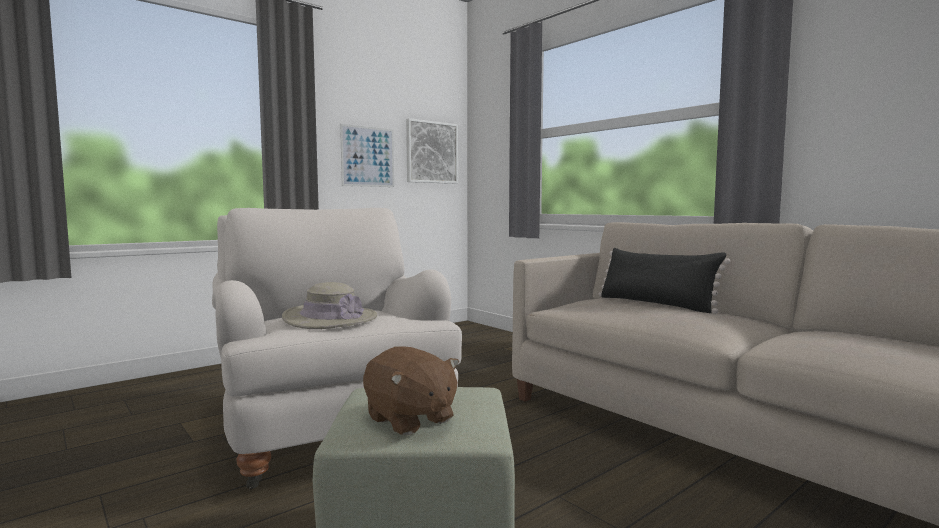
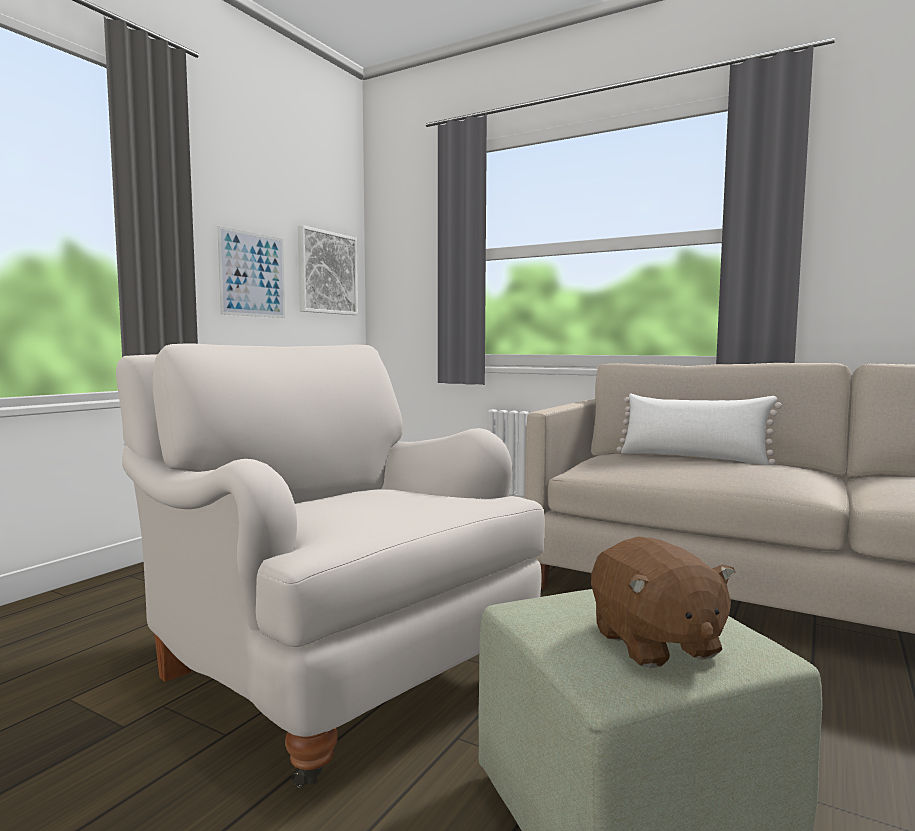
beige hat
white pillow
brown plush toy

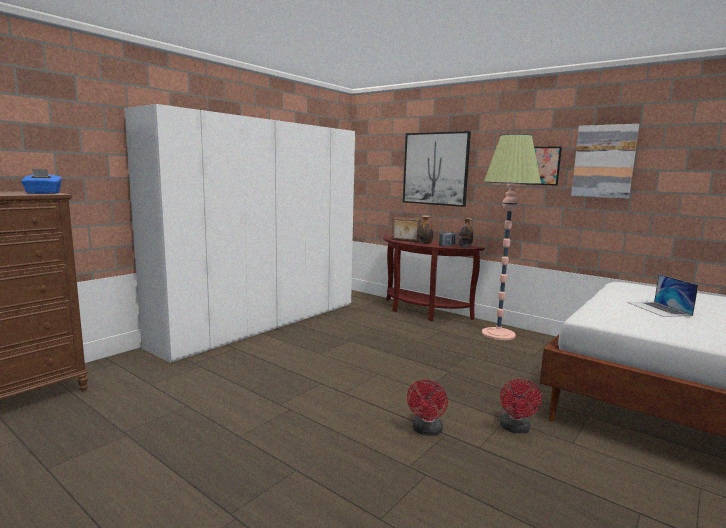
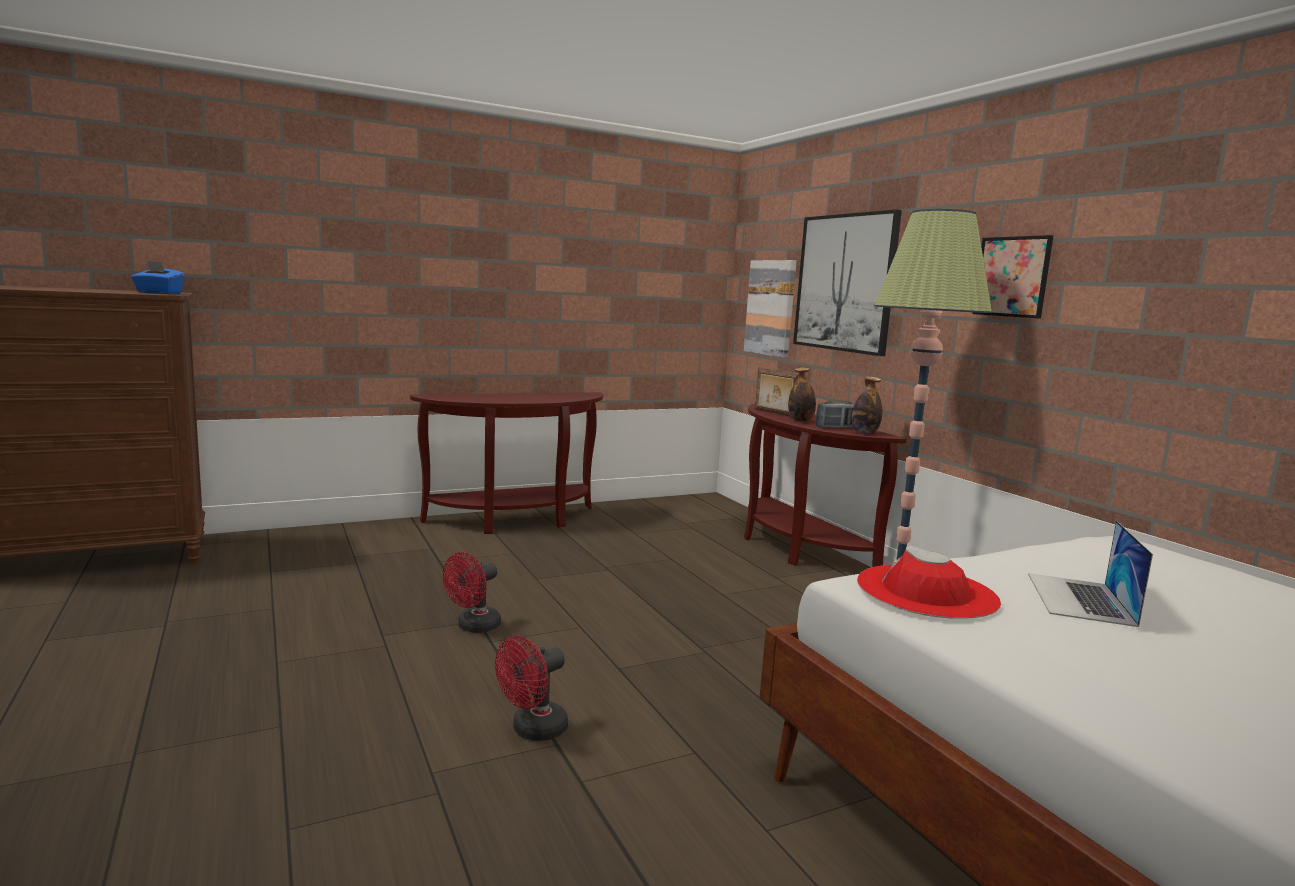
red hat
red fan (no. 1 from left)
picture (no. 1 from left)
brown console table (no. 1 from left)

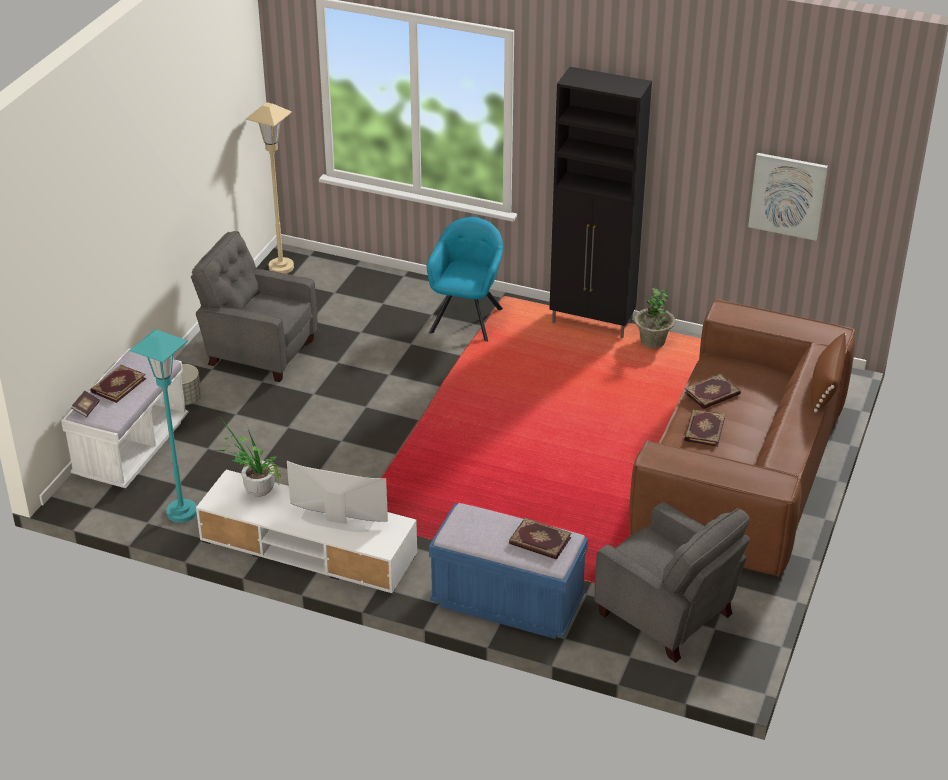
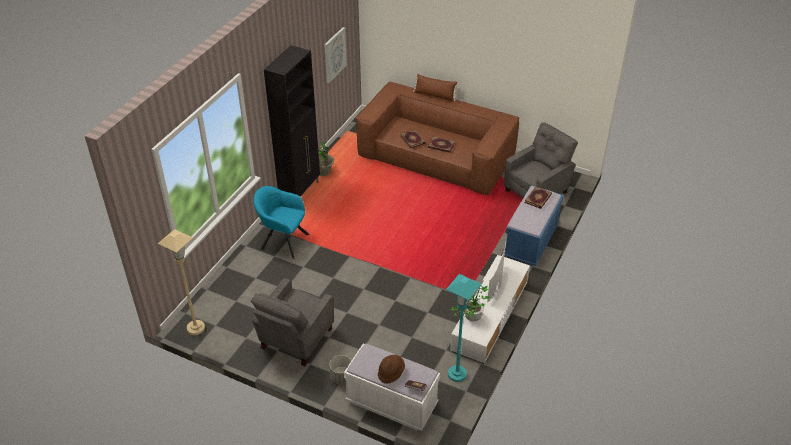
brown hat

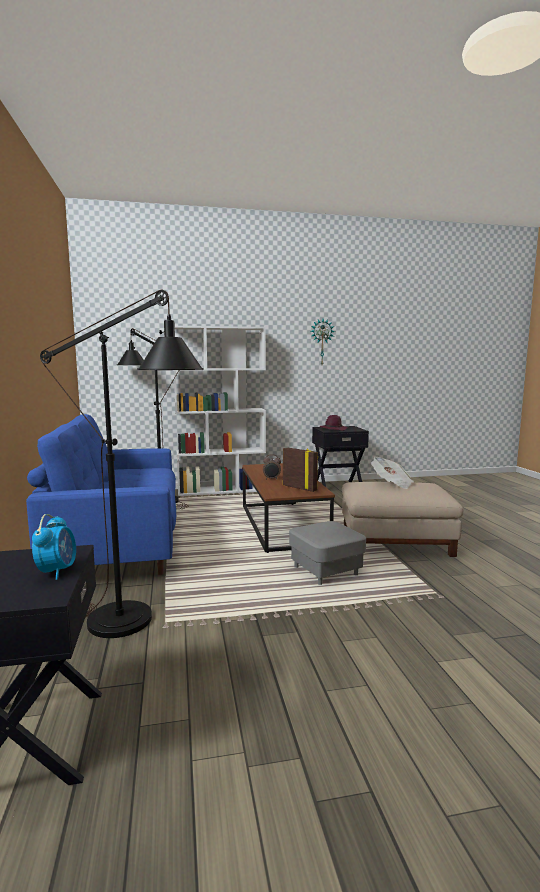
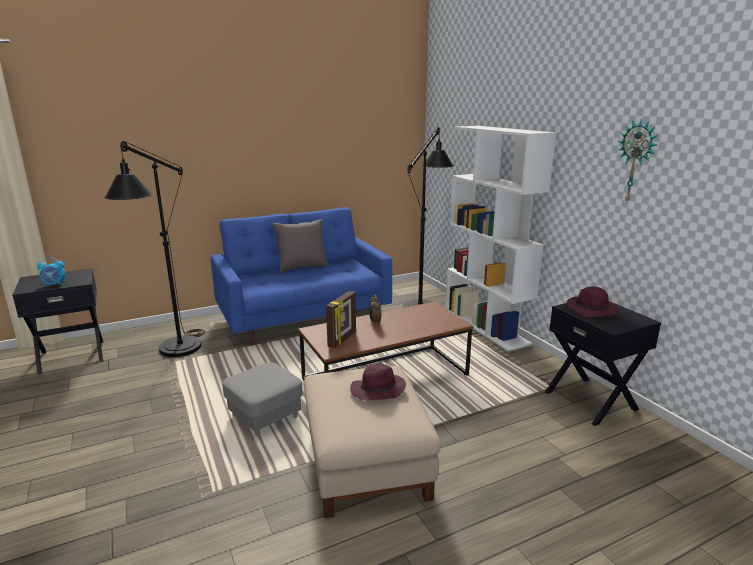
grey pillow
purple hat (no. 1 from left)

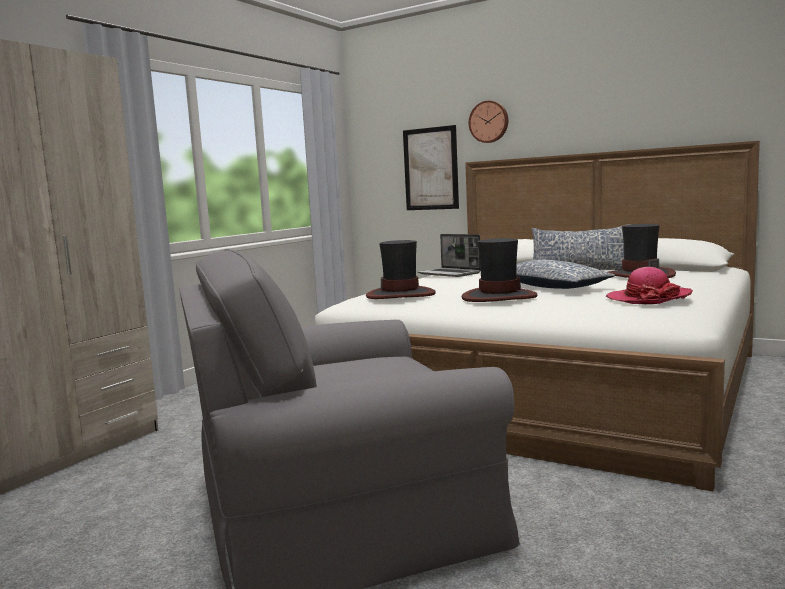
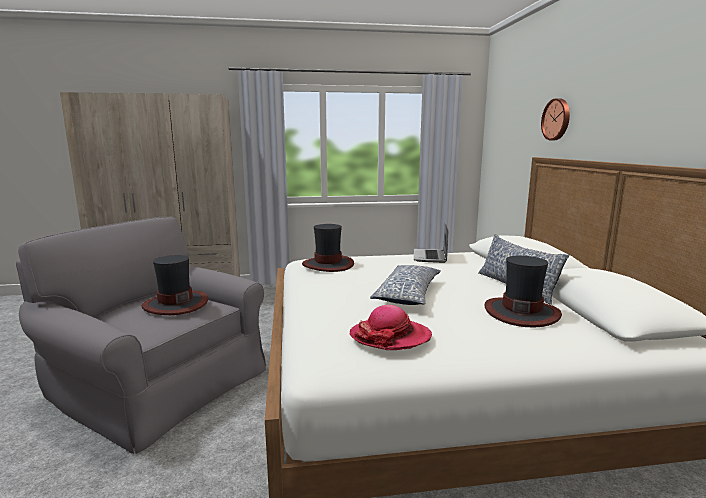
picture
hat (no. 1 from left)

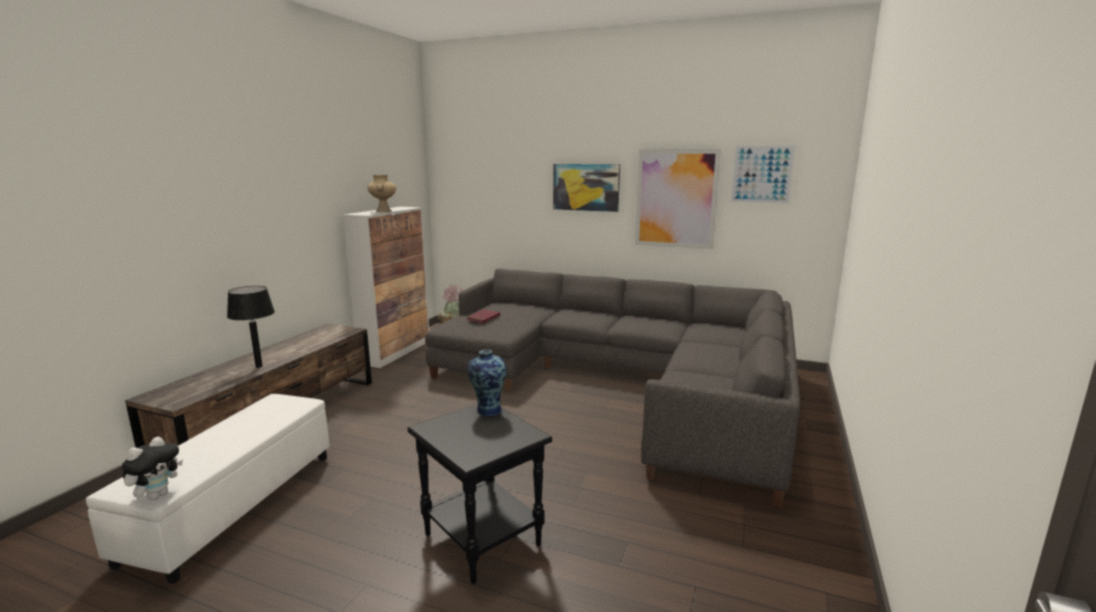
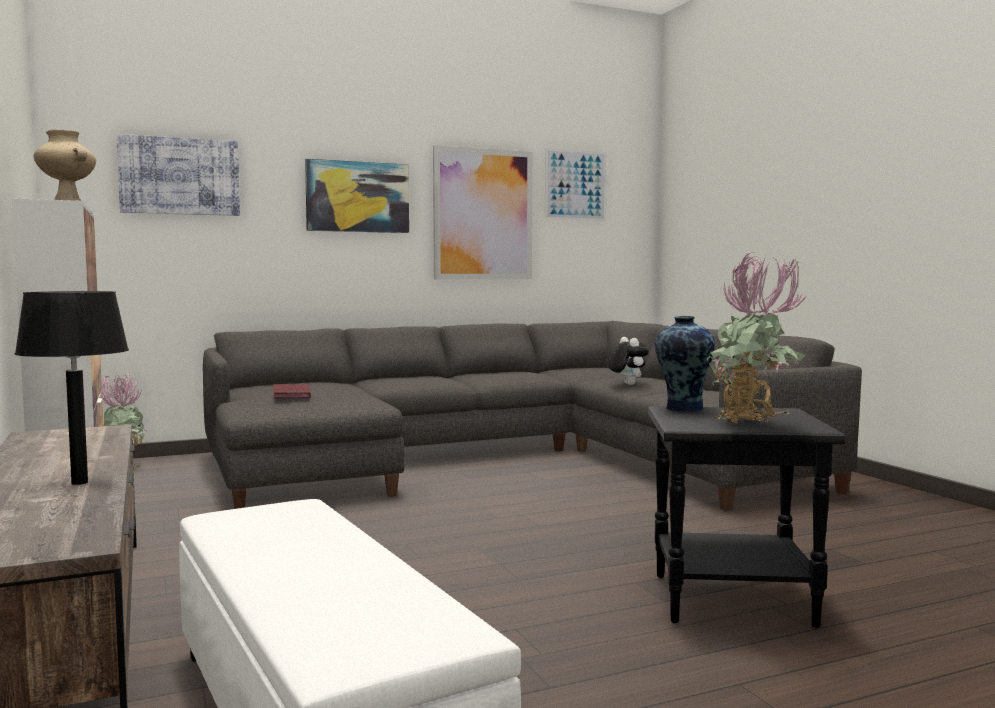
picture (no. 1 from left)
potted plant (no. 2 from left)
plush toy

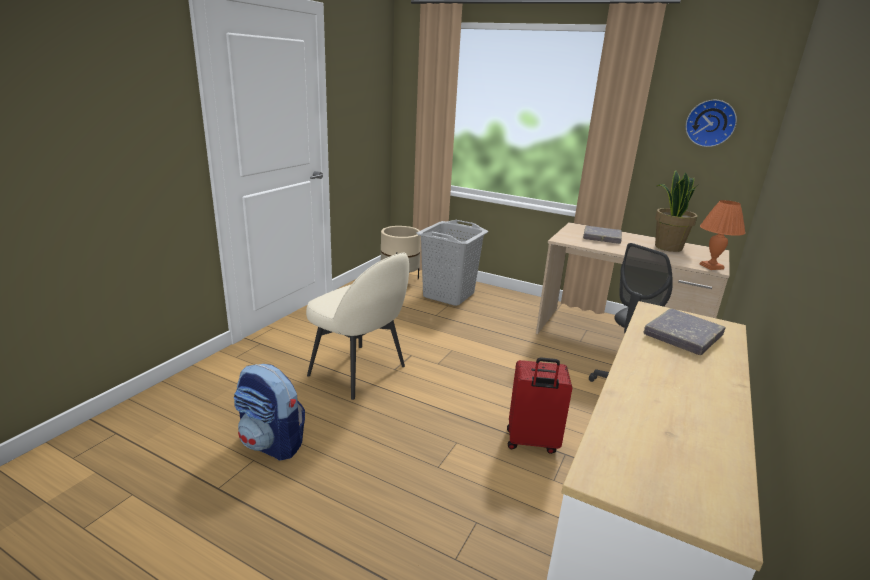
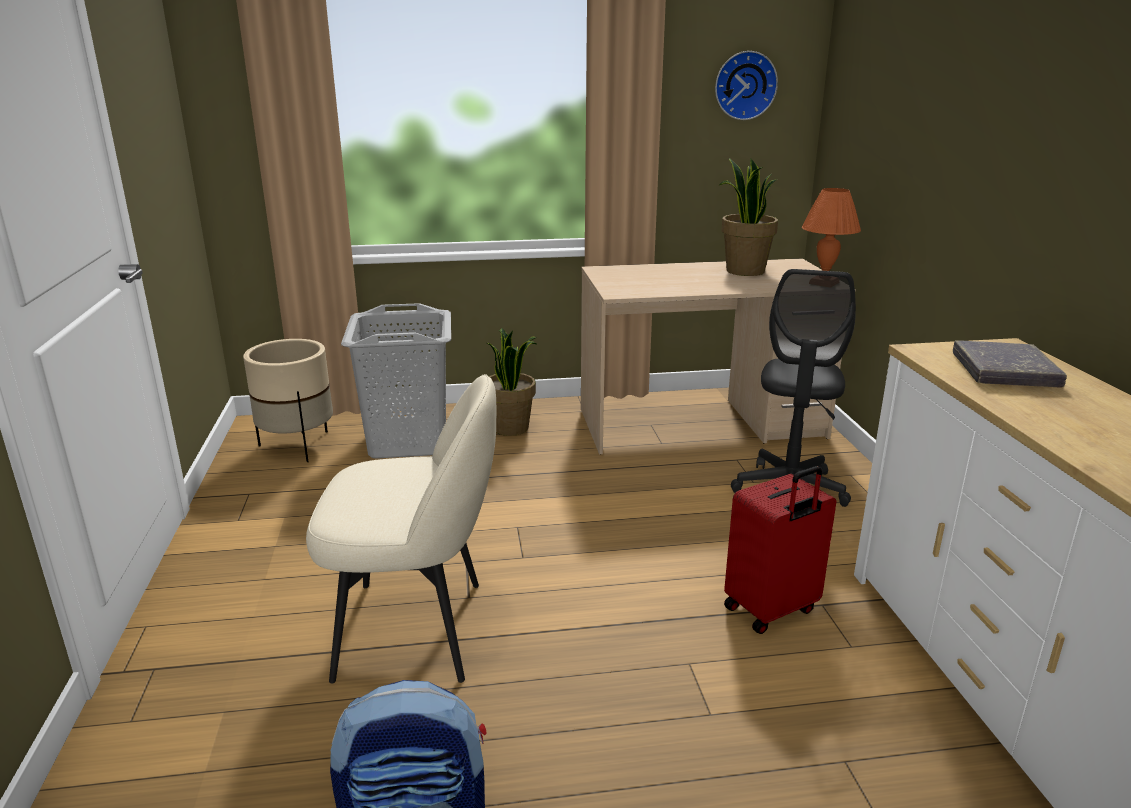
grey book (no. 1 from left in the first image)
potted plant (no. 1 from left)

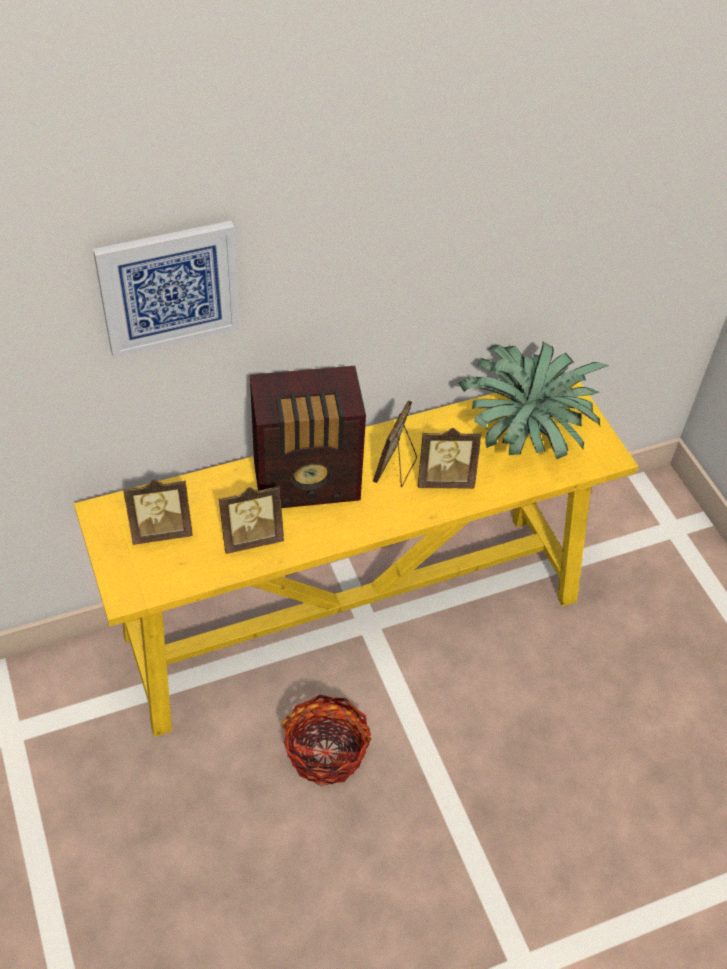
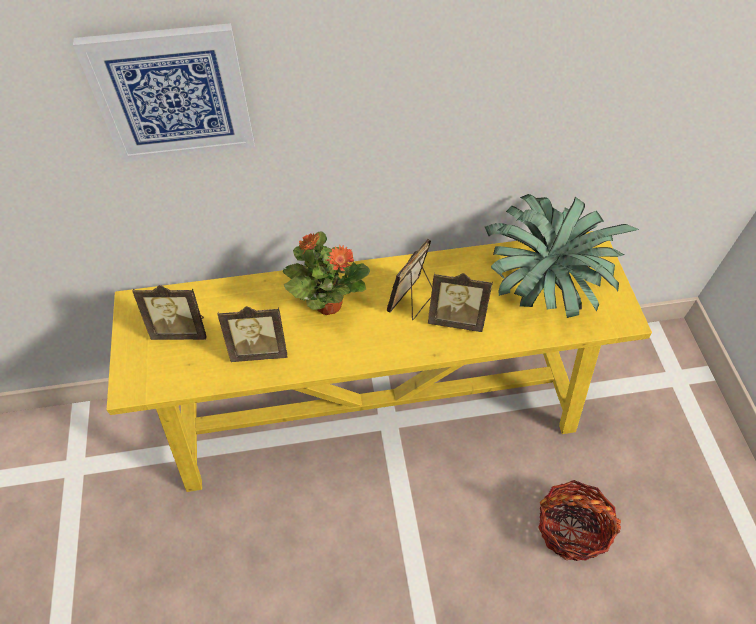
basket
potted plant (no. 1 from left)

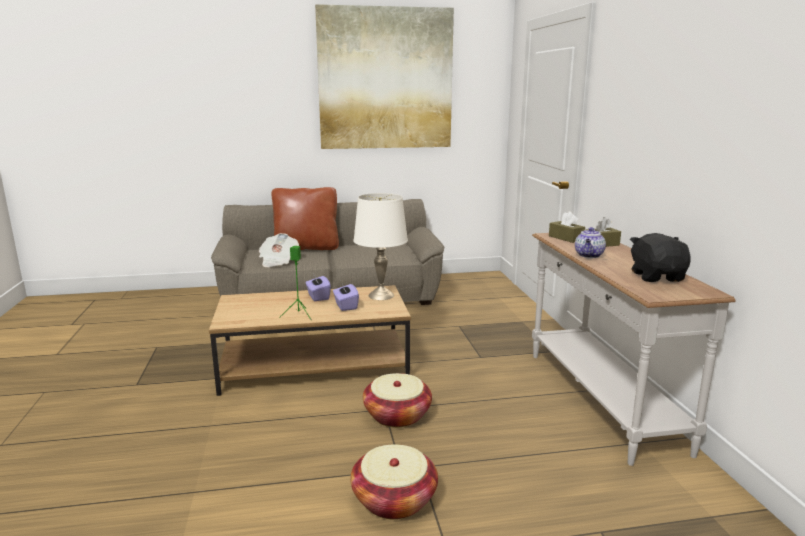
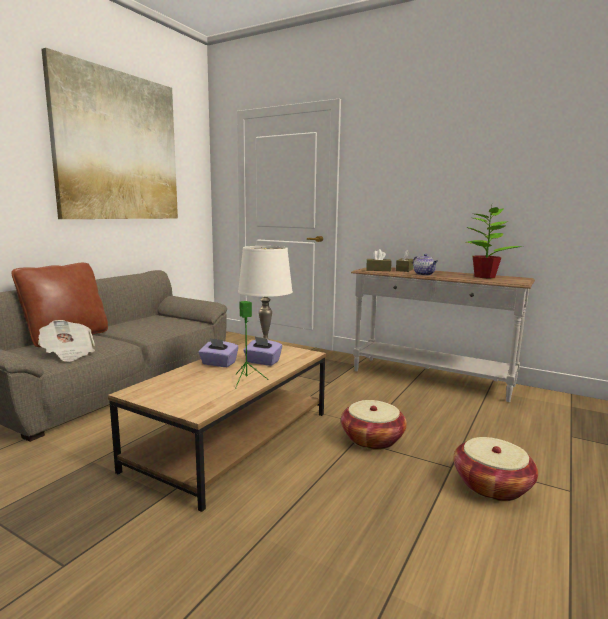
potted plant

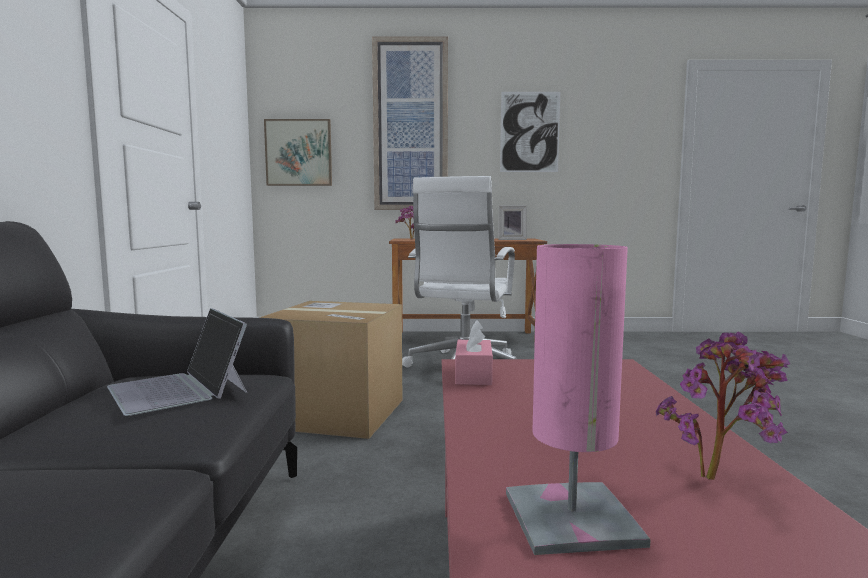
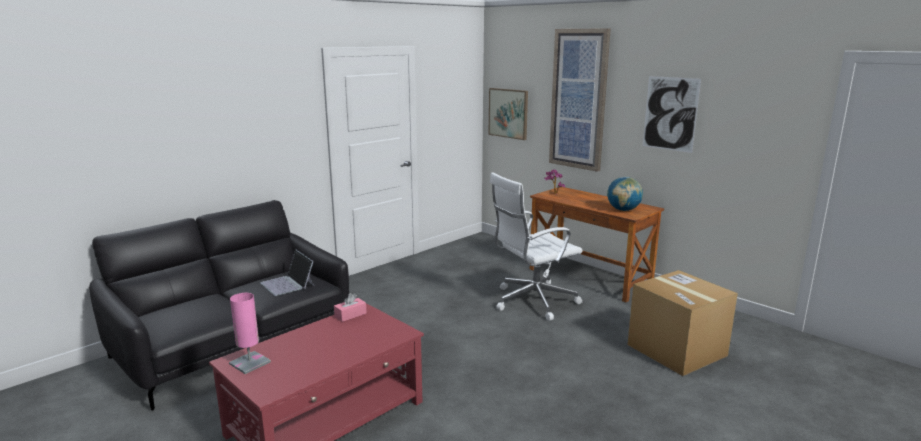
potted plant (no. 2 from left in the first image)
cardboard box
globe
laptop

